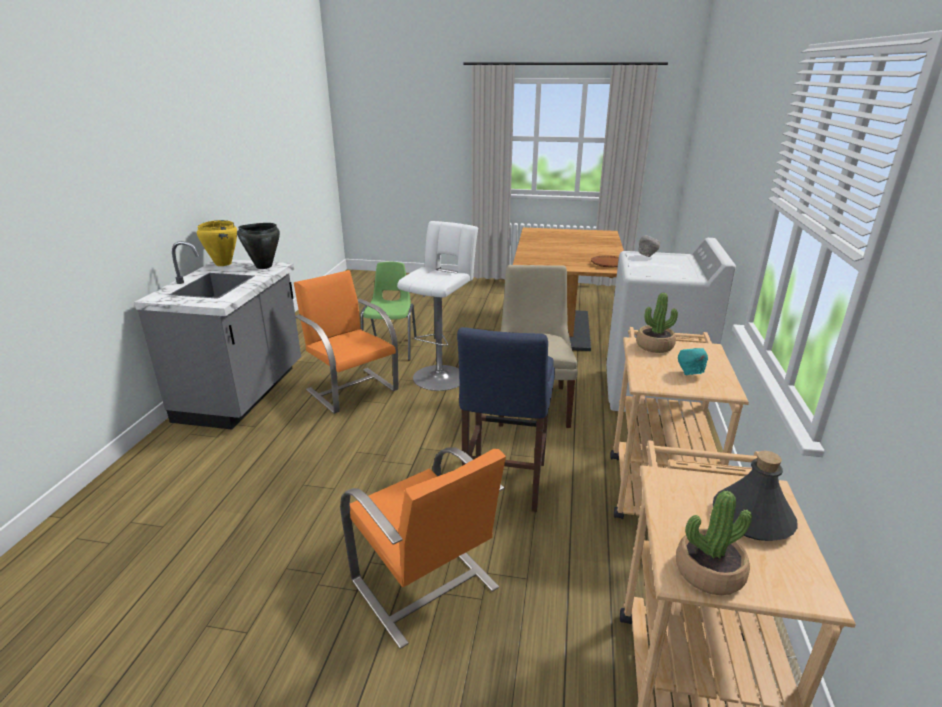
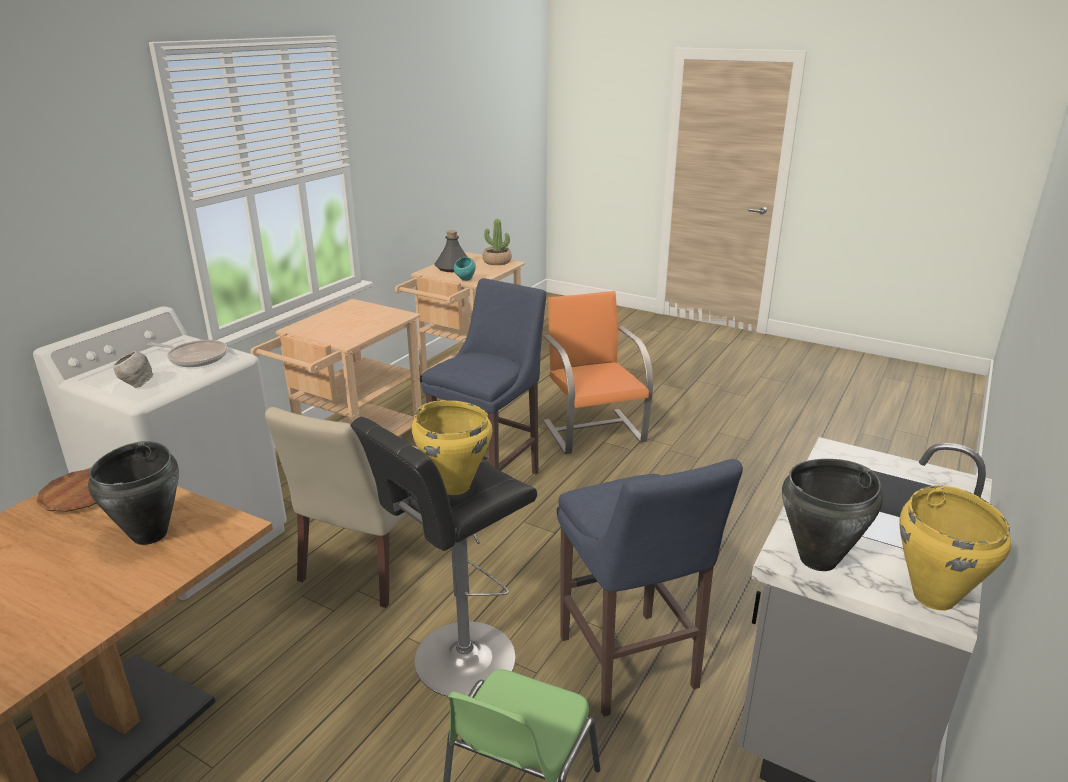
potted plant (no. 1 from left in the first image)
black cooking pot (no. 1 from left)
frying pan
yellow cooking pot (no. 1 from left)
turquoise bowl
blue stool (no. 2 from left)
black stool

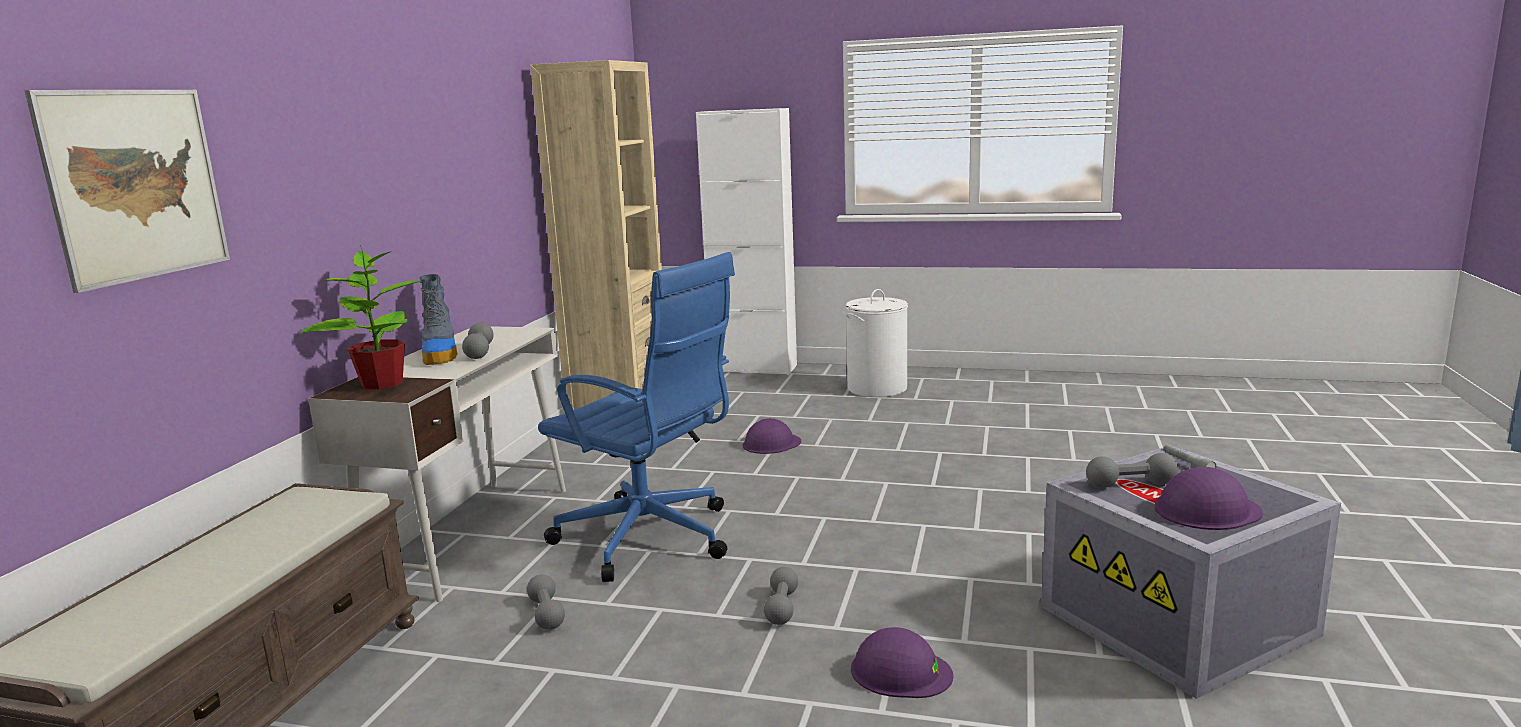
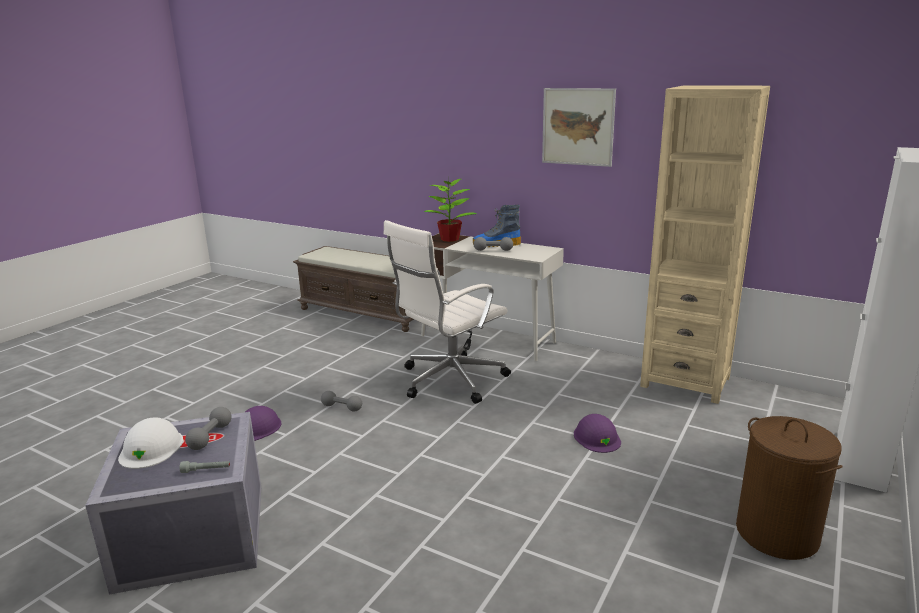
grey dumbbell (no. 2 from left in the first image)
picture
white office chair
brown laundry basket
white hard hat

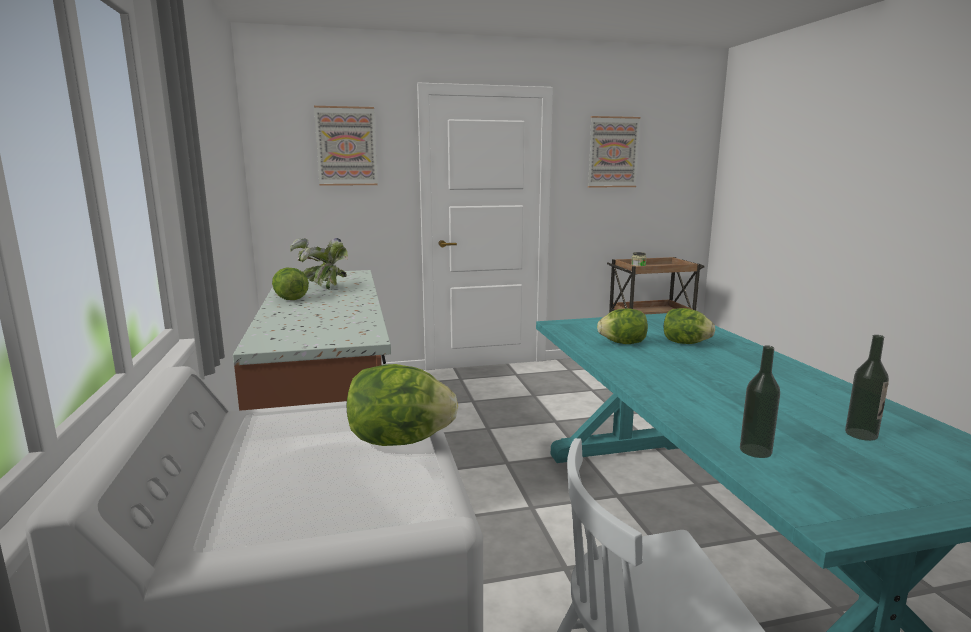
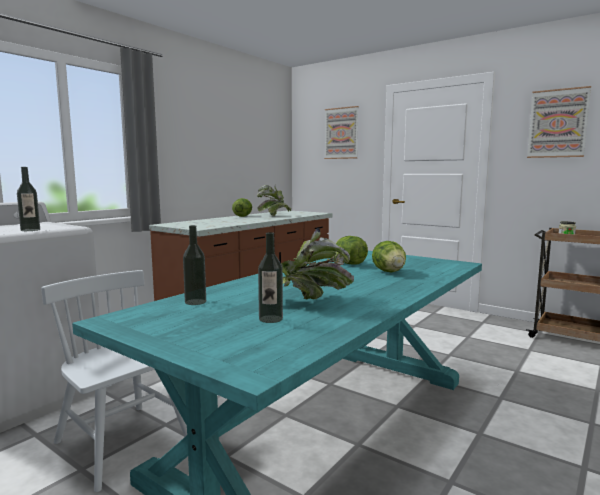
potted plant (no. 2 from left)
bottle (no. 1 from left)

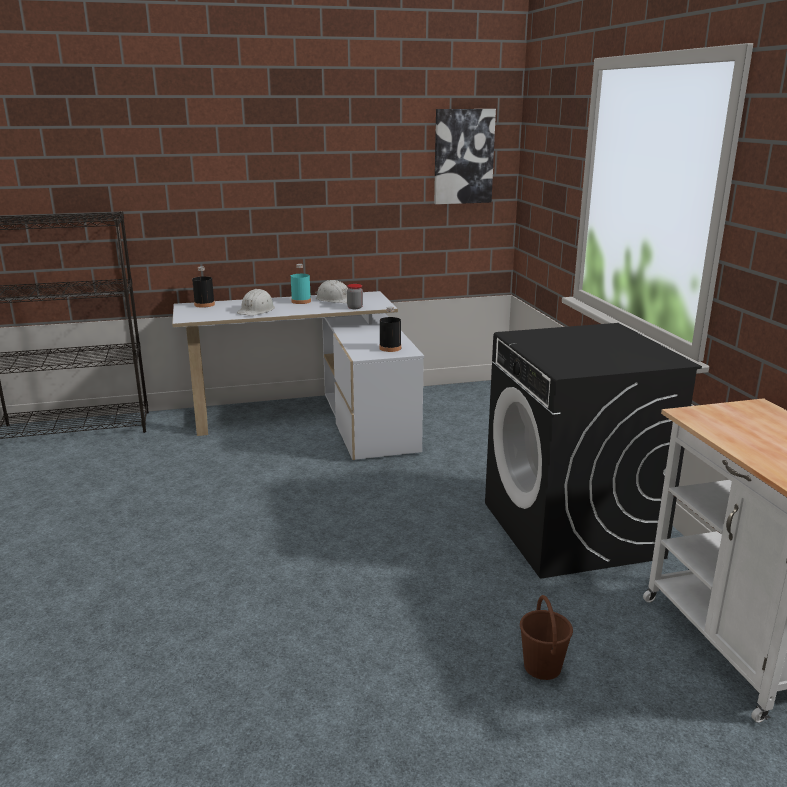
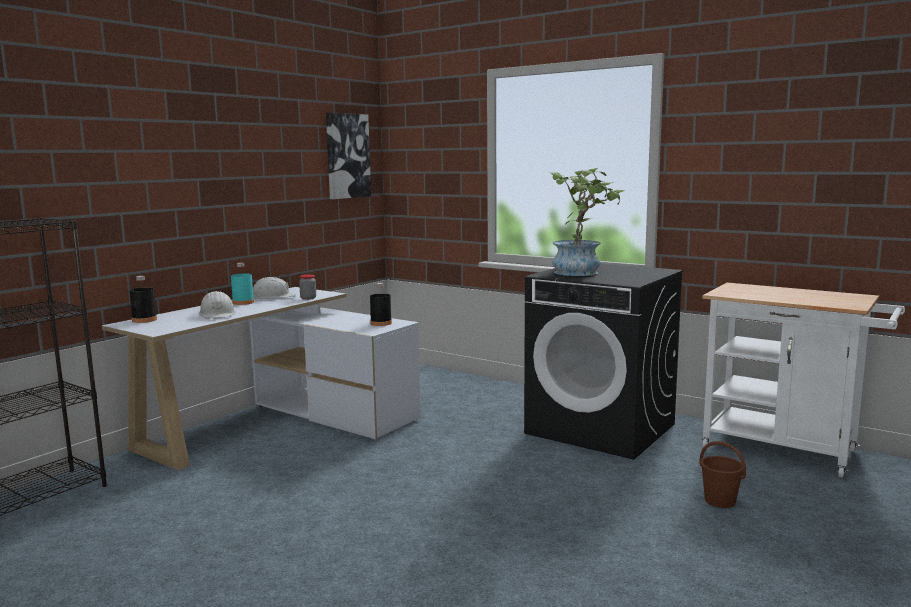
potted plant

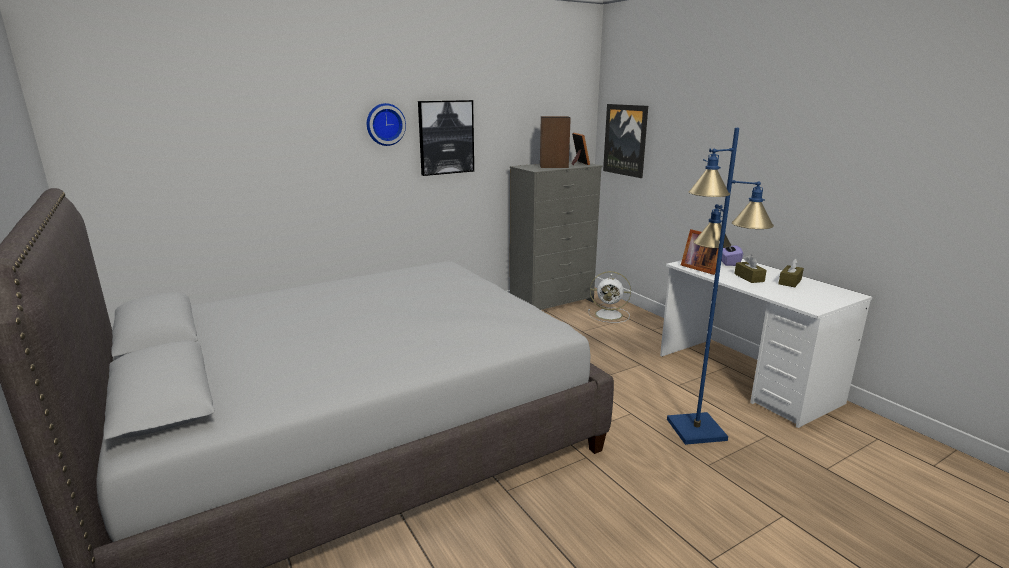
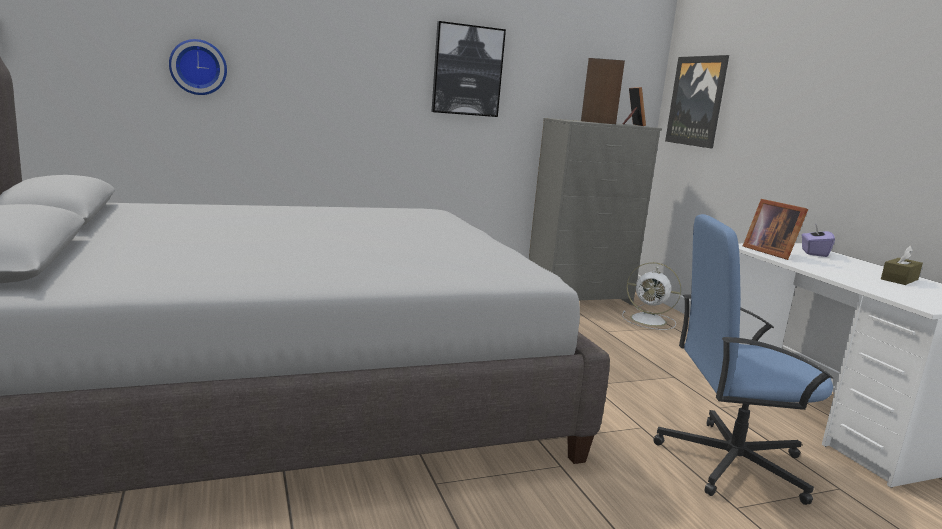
brown tissue box (no. 1 from left in the first image)
wall clock
blue office chair

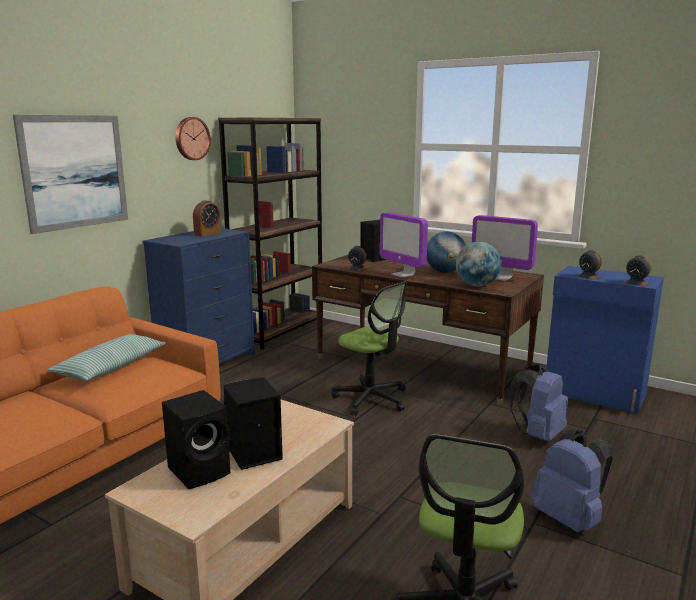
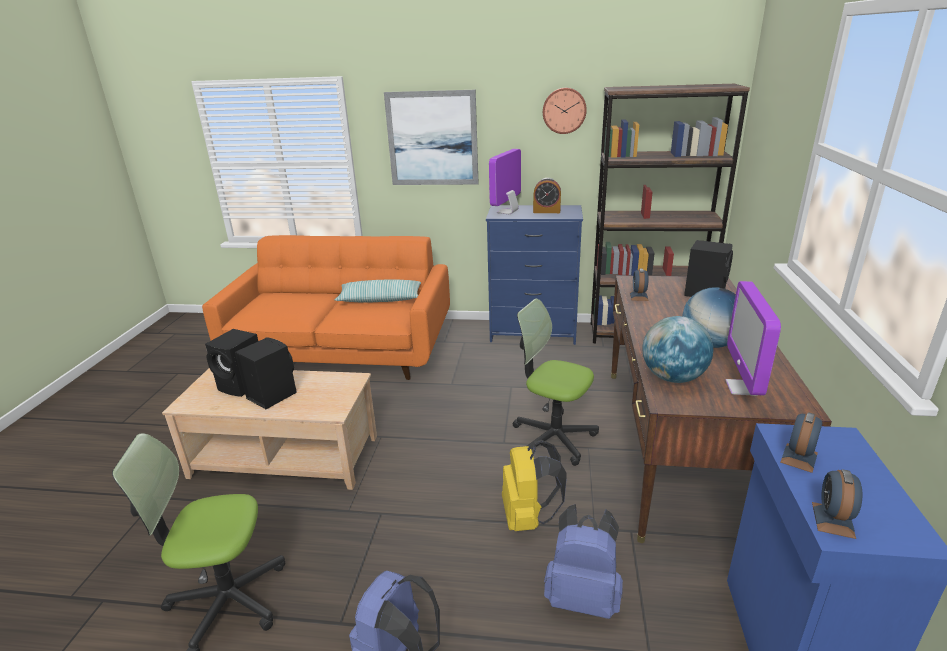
yellow backpack
monitor (no. 1 from left)
office chair (no. 2 from left)

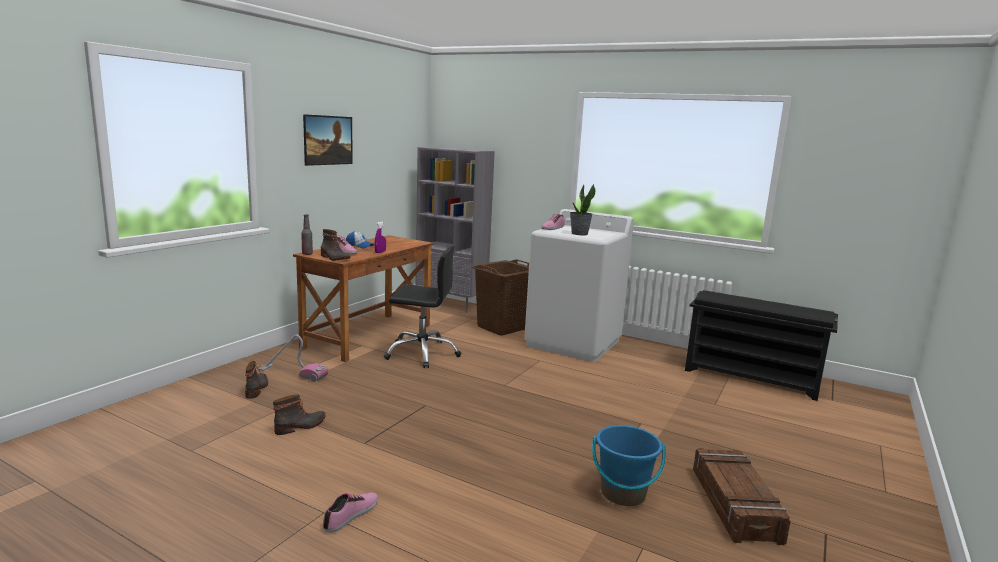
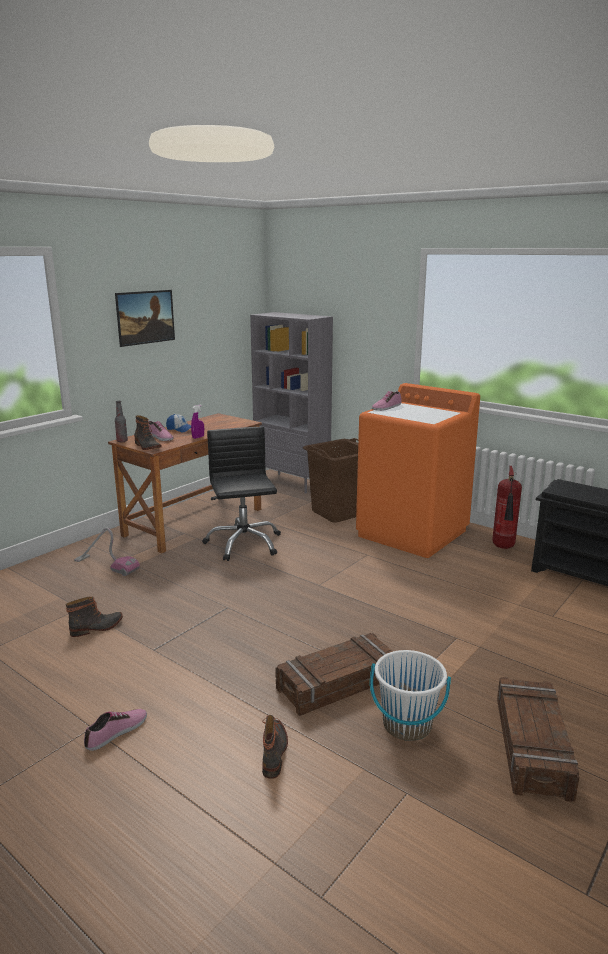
potted plant
crate (no. 1 from left)
fire extinguisher
boot (no. 3 from left)
orange washing machine
white bucket
black office chair

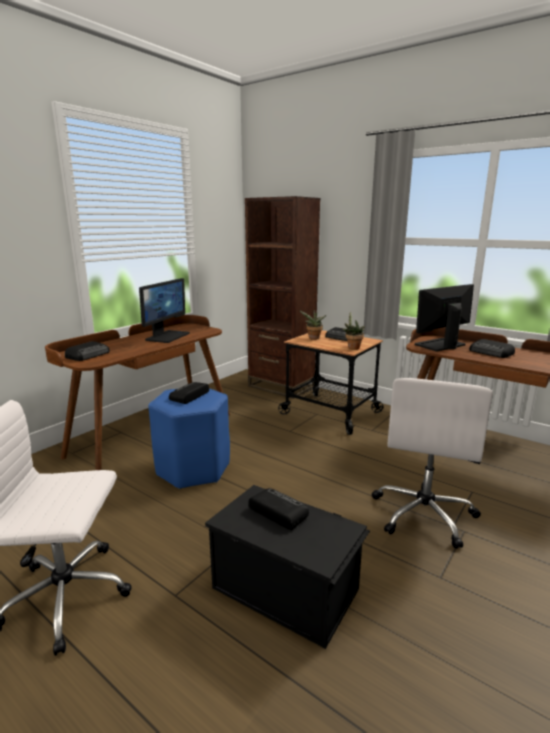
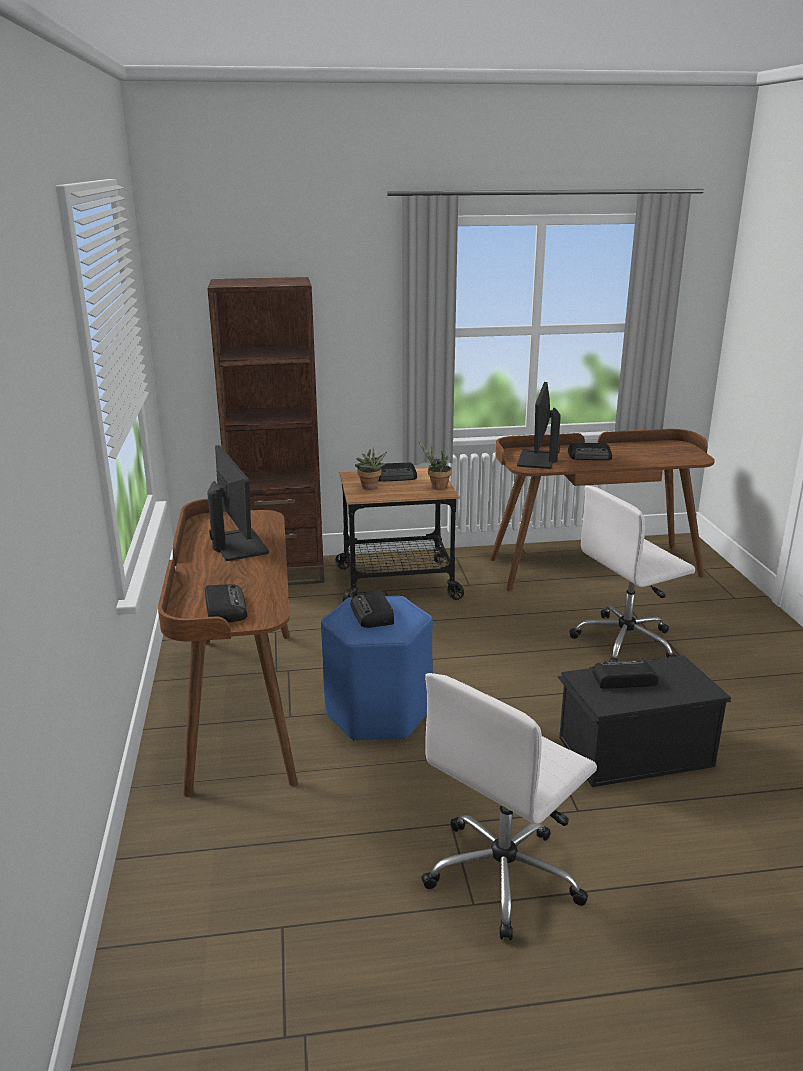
white office chair (no. 2 from left)

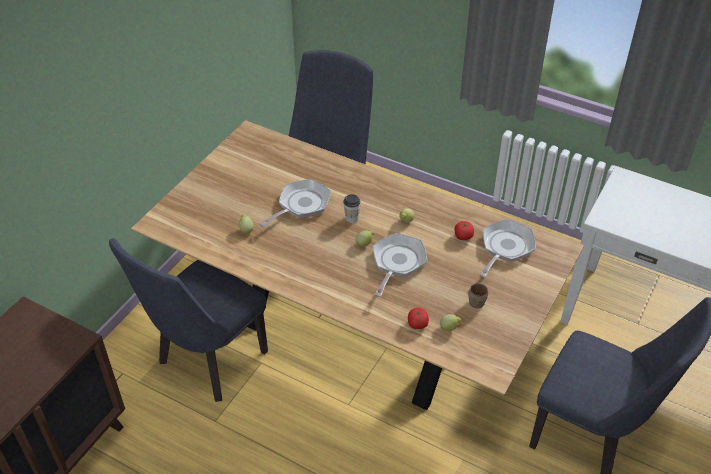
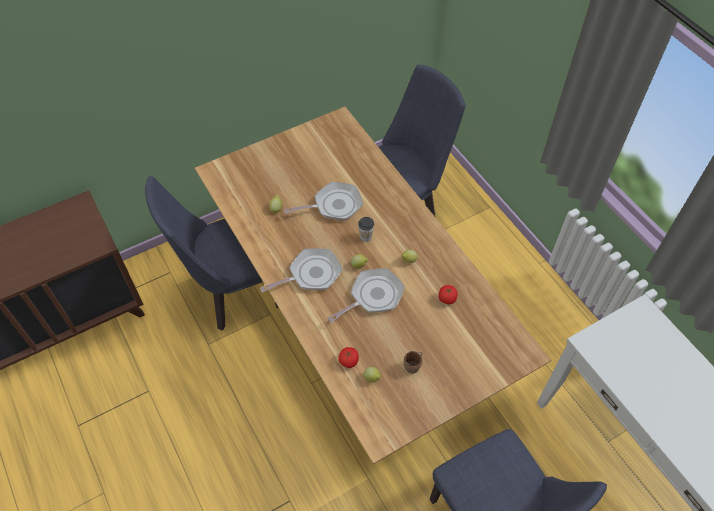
frying pan (no. 1 from left)

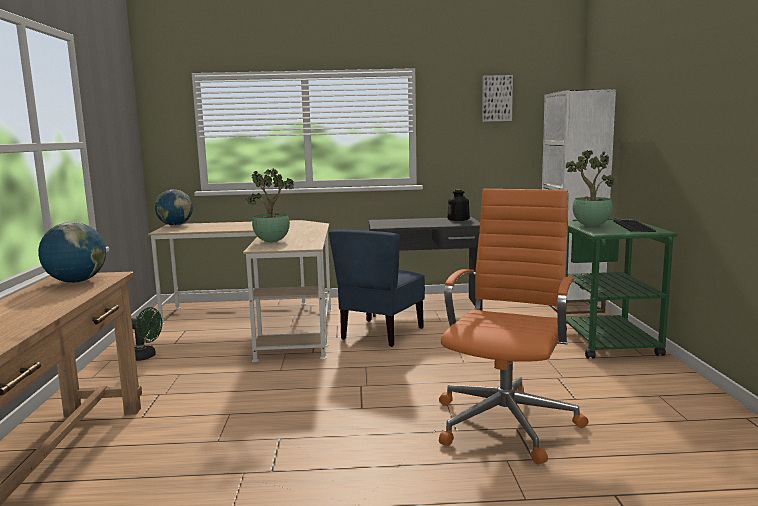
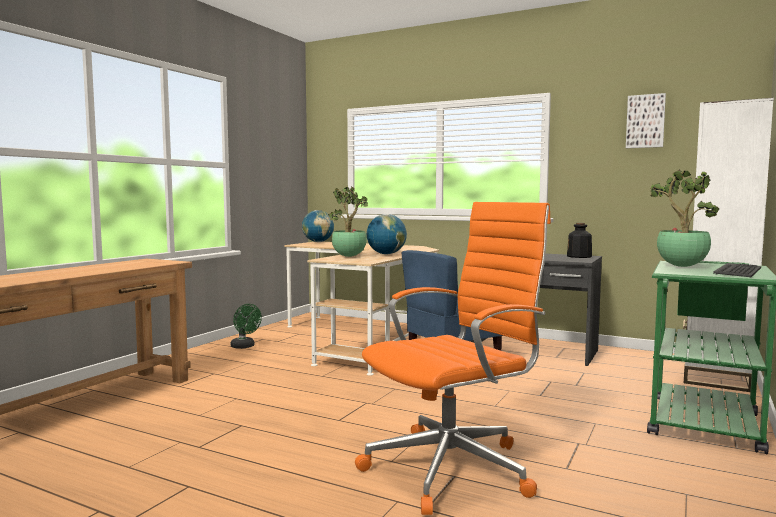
globe (no. 2 from left)

